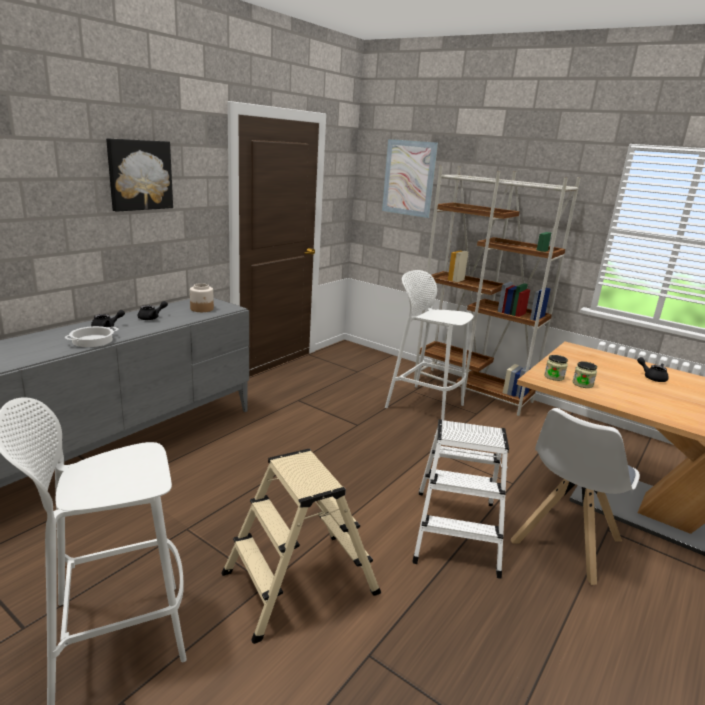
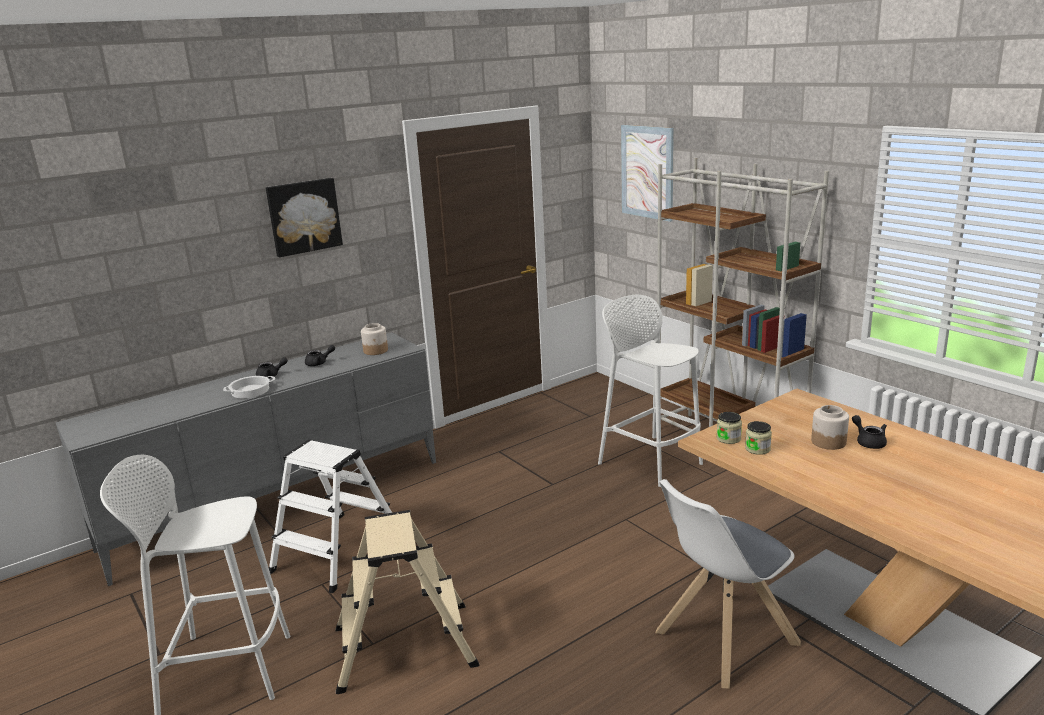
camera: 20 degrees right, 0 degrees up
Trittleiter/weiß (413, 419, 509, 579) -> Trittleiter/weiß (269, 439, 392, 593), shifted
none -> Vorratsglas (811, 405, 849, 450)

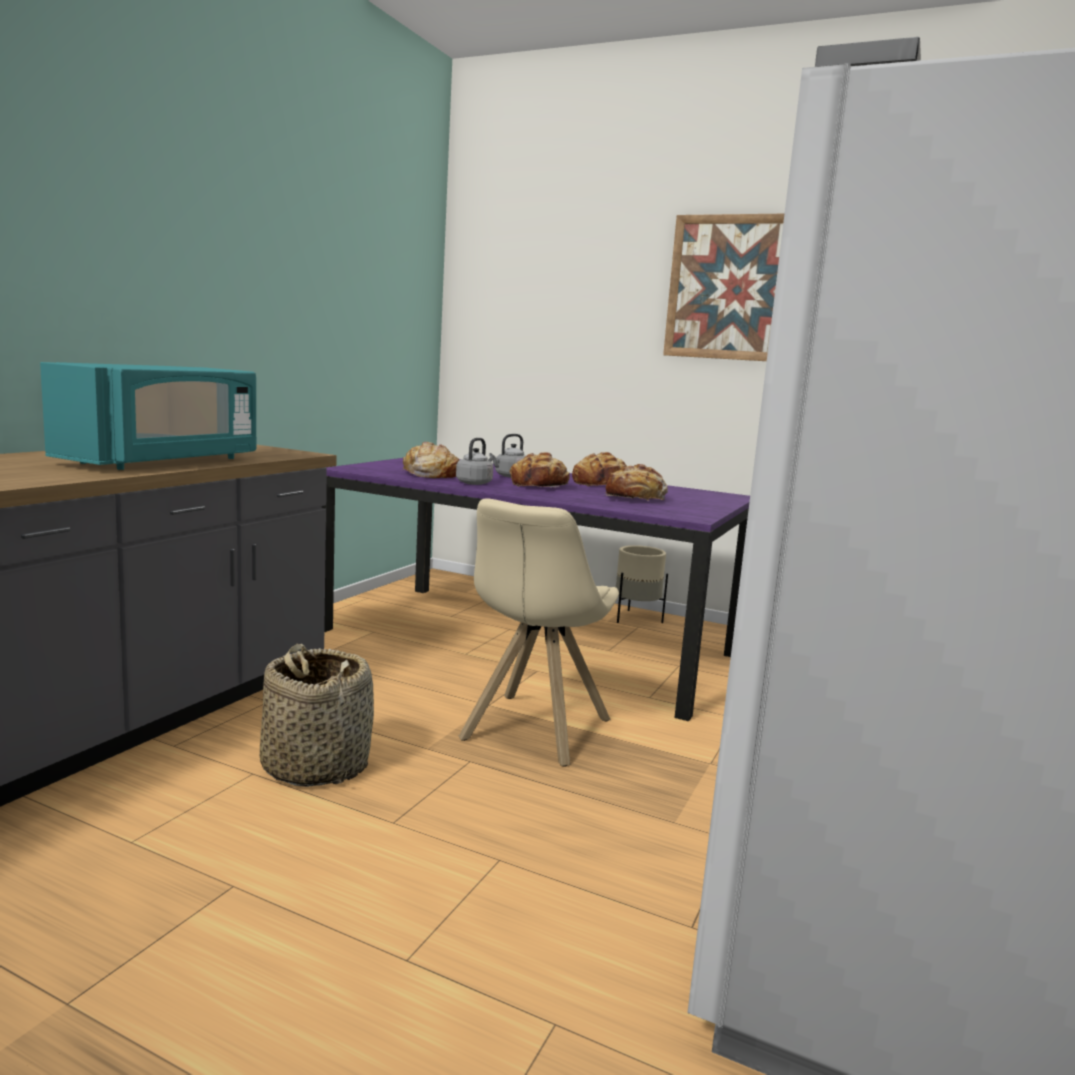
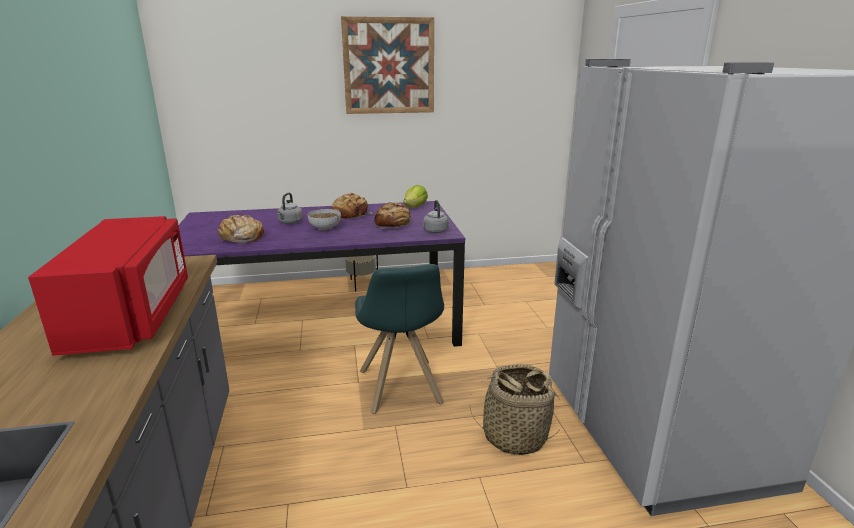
camera: 35 degrees left, 10 degrees up
Mikrowelle/türkis (40, 362, 256, 470) -> Mikrowelle/rot (28, 216, 188, 356)
Korb (260, 644, 374, 787) -> Korb (469, 364, 560, 455), shifted
Wasserkessel/grau (456, 438, 494, 485) -> Wasserkessel/grau (423, 200, 448, 233), shifted
Stuhl/beige (459, 498, 619, 767) -> Stuhl/türkis (355, 264, 444, 414)
Brot (509, 452, 570, 487) -> Schüssel (307, 209, 341, 230)
none -> Salatkopf (403, 185, 428, 208)

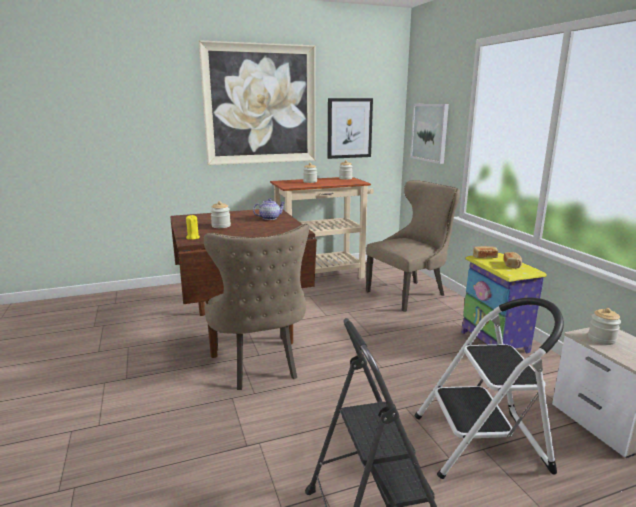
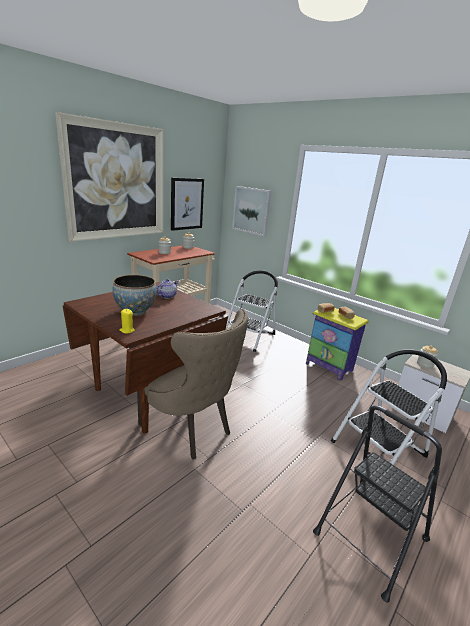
camera: 30 degrees left, 5 degrees up
Vorratsglas (210, 201, 231, 228) -> Schüssel (112, 275, 157, 316)
Stuhl/beige (366, 180, 460, 312) -> Trittleiter (226, 270, 278, 352)

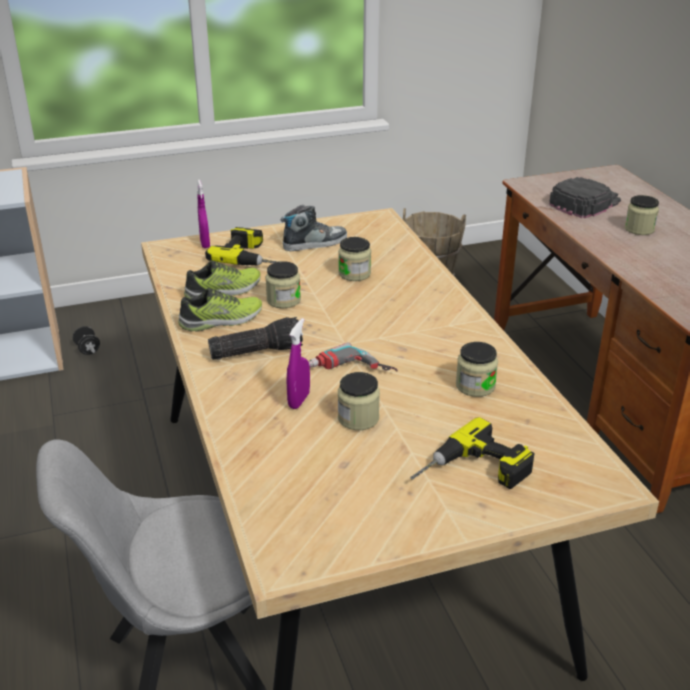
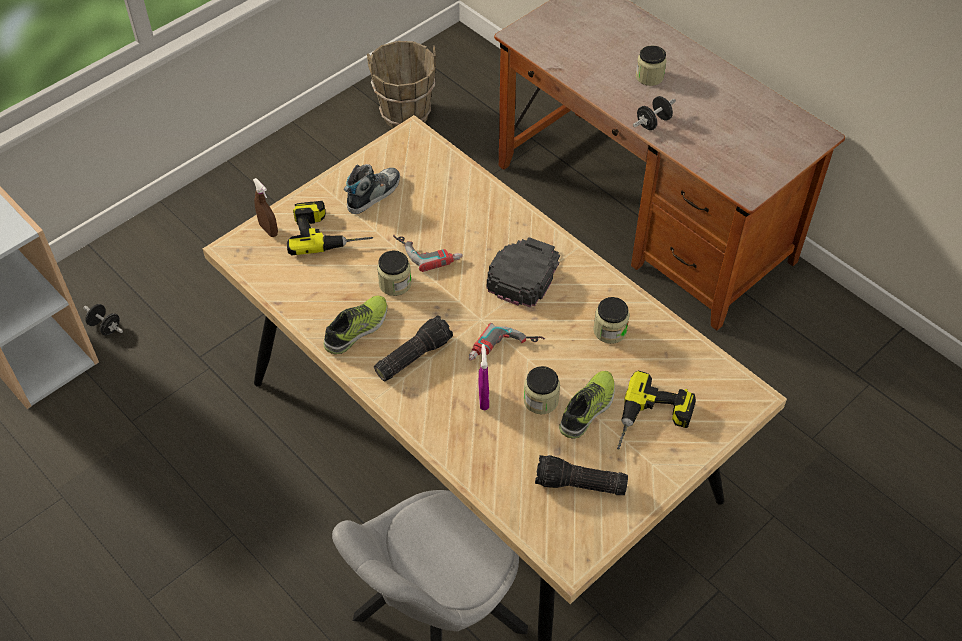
camera: 25 degrees left, 20 degrees up
Schuh (184, 261, 261, 298) -> Schuh (559, 371, 615, 439), shifted
Sprühflasche/lila (197, 180, 210, 248) -> Sprühflasche/braun (253, 178, 278, 237)
Vorratsglas (338, 237, 371, 281) -> none
Kappe/schwarz (549, 177, 621, 218) -> Kappe/schwarz (487, 237, 560, 308), shifted
none -> Bohrmaschine (393, 235, 463, 272)
none -> Taschenlampe (535, 455, 628, 495)
none -> Hantel/schwarz (633, 96, 676, 130)

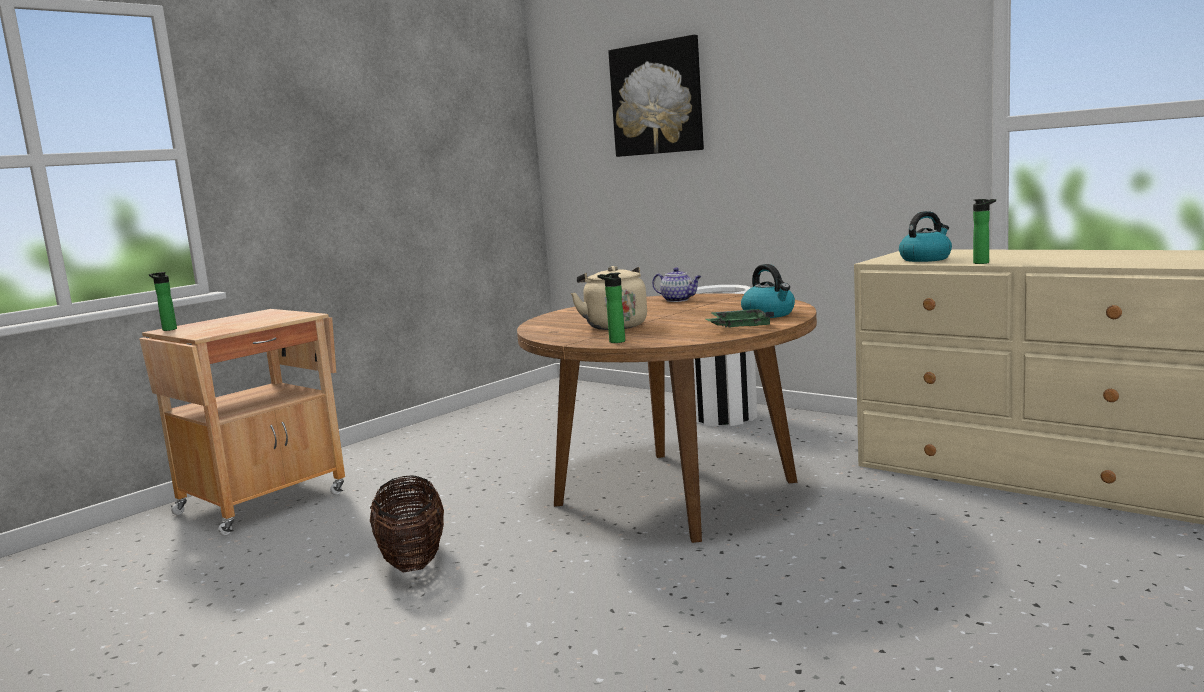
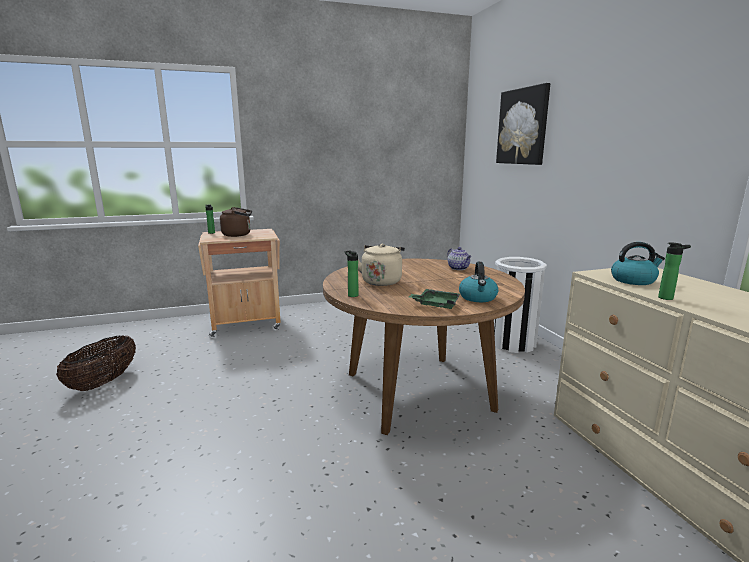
camera: 30 degrees right, 5 degrees up
Korb (370, 475, 444, 572) -> Korb (56, 336, 136, 391), shifted
none -> Wasserkessel/braun (220, 207, 252, 237)

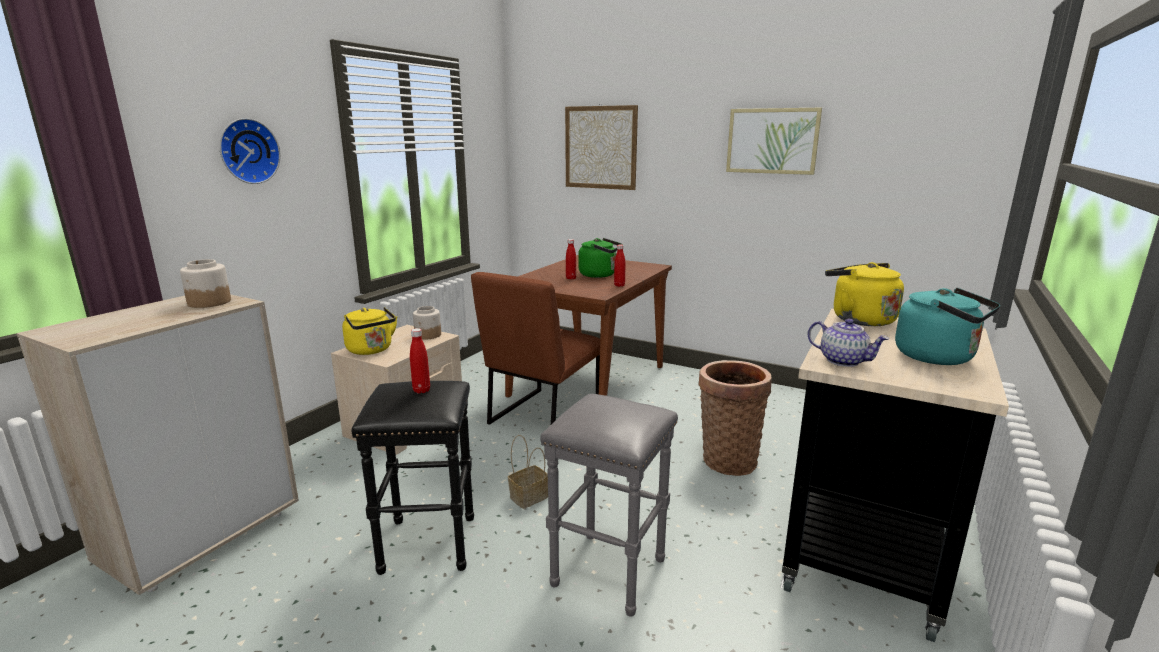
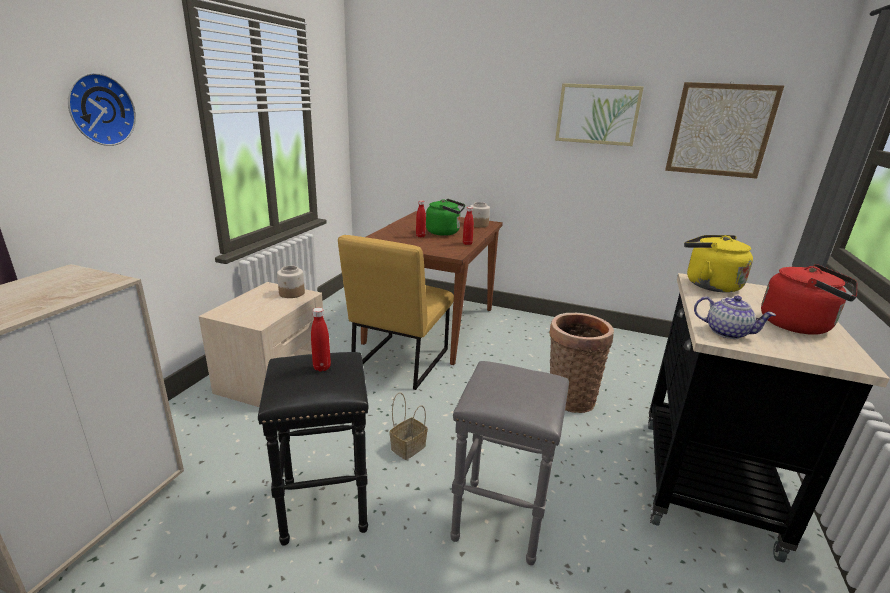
camera: 10 degrees left, 5 degrees up
Vorratsglas (180, 259, 231, 308) -> Vorratsglas (470, 202, 490, 227), shifted
Wasserkessel/gelb (342, 307, 397, 355) -> none
Stuhl/braun (471, 272, 600, 425) -> Stuhl/gelb (338, 235, 454, 390)
Bild (565, 105, 638, 190) -> Bild (665, 81, 784, 179), shifted
Wasserkessel/türkis (895, 288, 1000, 365) -> Wasserkessel/rot (761, 264, 857, 335)

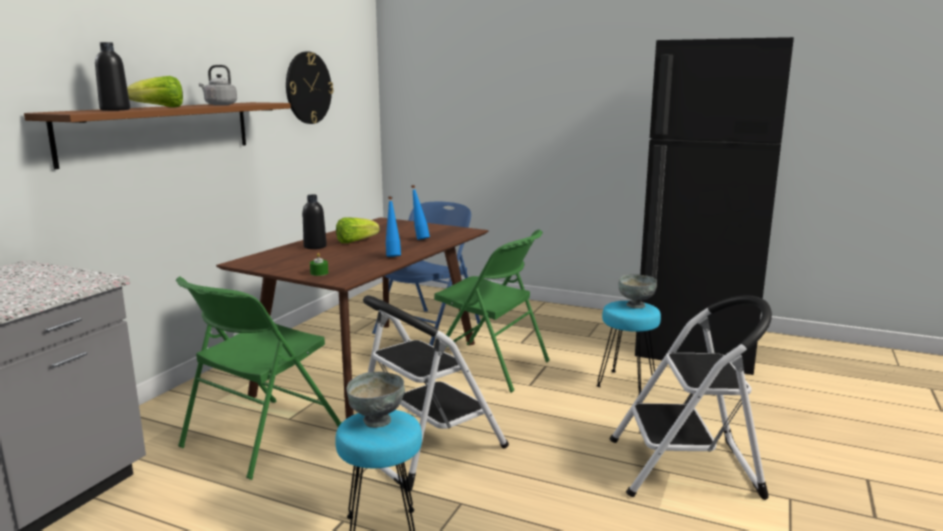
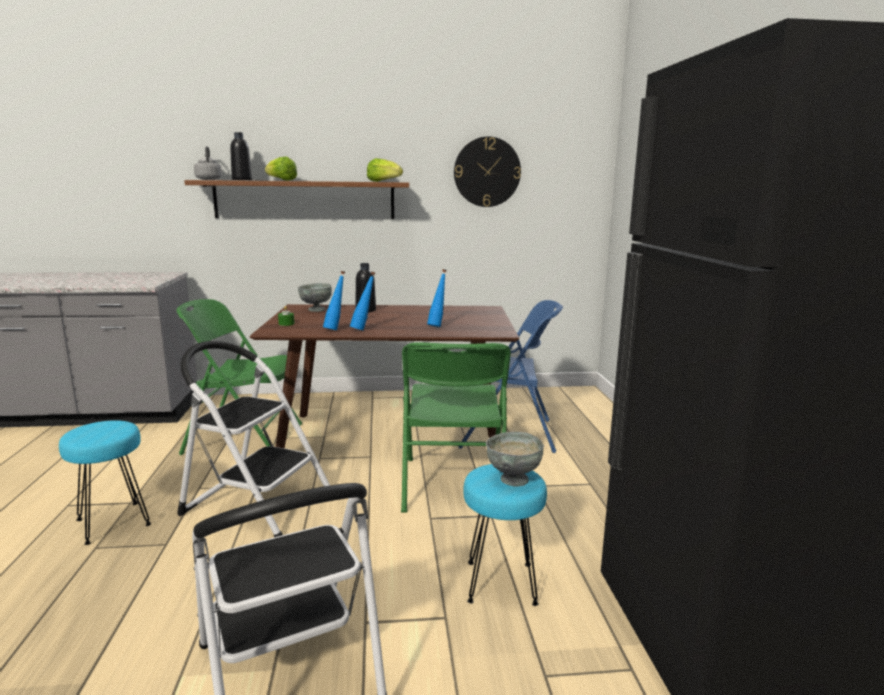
camera: 60 degrees right, 0 degrees up
Wasserkessel/grau (199, 65, 237, 105) -> Wasserkessel/grau (194, 146, 222, 180), shifted
Salatkopf (336, 217, 380, 243) -> Salatkopf (367, 158, 403, 182), shifted
Schüssel/grau (347, 372, 405, 428) -> Schüssel/grau (298, 283, 332, 312), shifted
none -> Flasche/blau (323, 271, 345, 330)

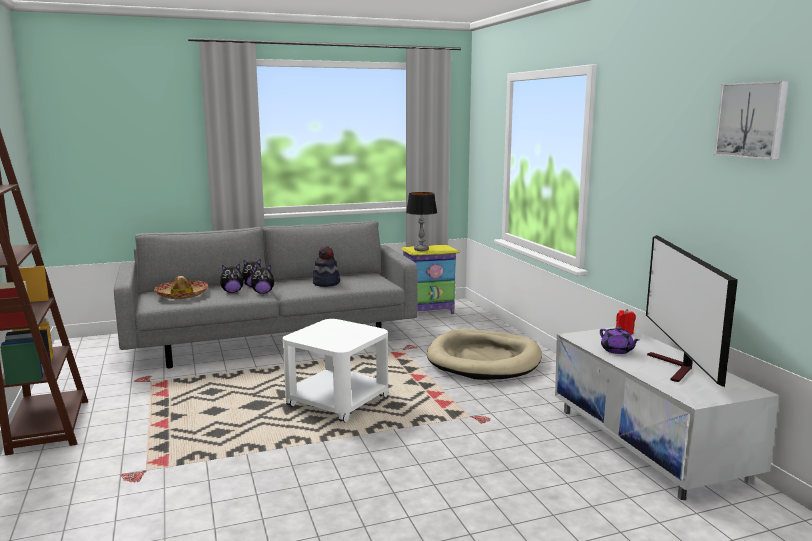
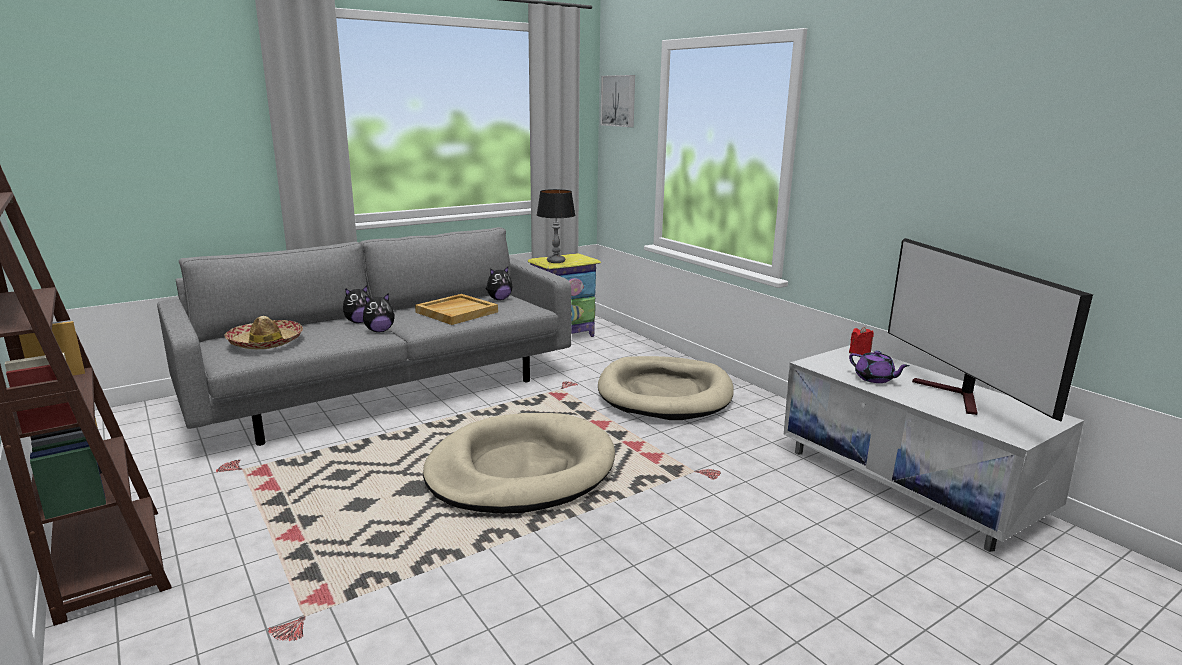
camera: 15 degrees left, 5 degrees up
Plüschtier (220, 264, 245, 293) -> Plüschtier (486, 267, 513, 300), shifted
Beistelltisch/weiß (283, 319, 389, 423) -> Hundebett/beige (423, 413, 615, 514)
Hut (313, 246, 340, 287) -> Tablett/beige (415, 294, 498, 325)
Bild (714, 81, 789, 160) -> Bild (601, 75, 635, 127), shifted

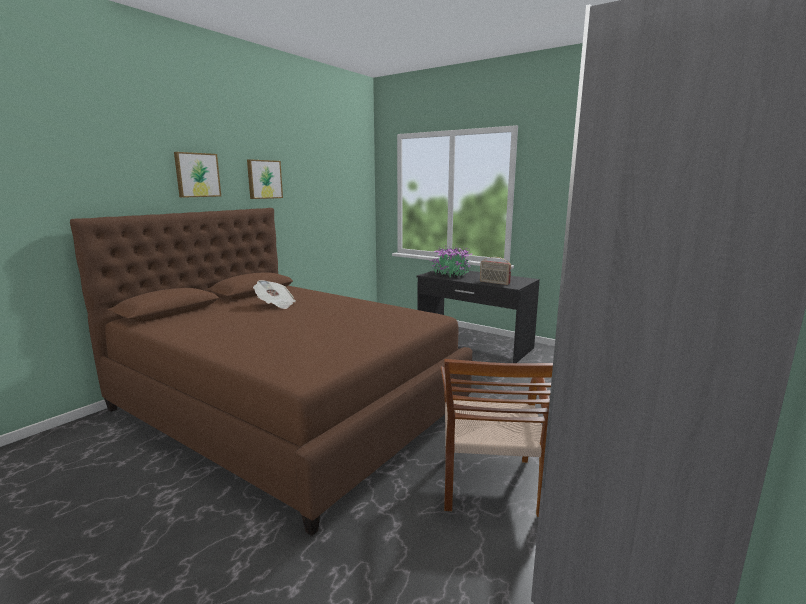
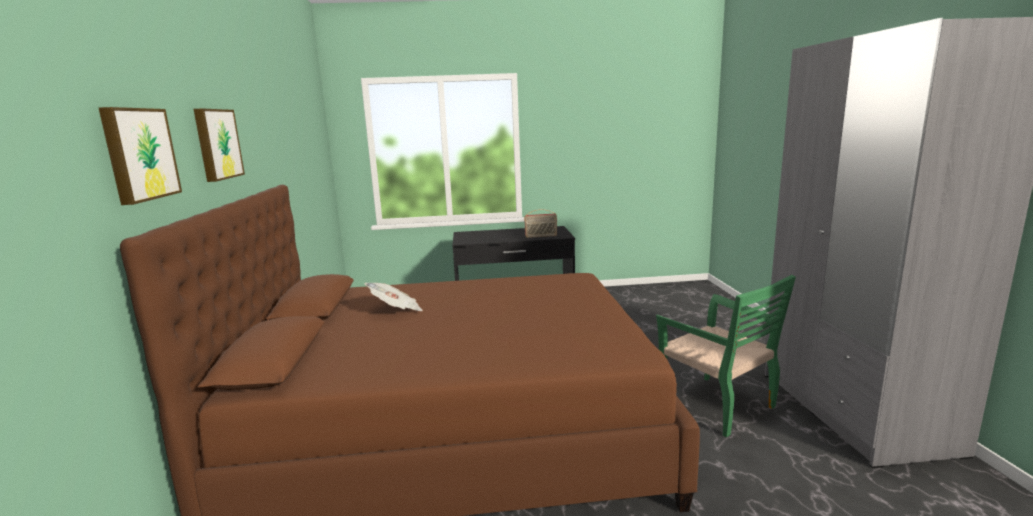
camera: 40 degrees left, 0 degrees up
Bild (247, 159, 283, 199) -> Bild (99, 107, 182, 205), shifted
Topfpflanze (430, 244, 472, 277) -> none
Sessel/braun (441, 359, 553, 517) -> Sessel/grün (656, 275, 796, 437)

